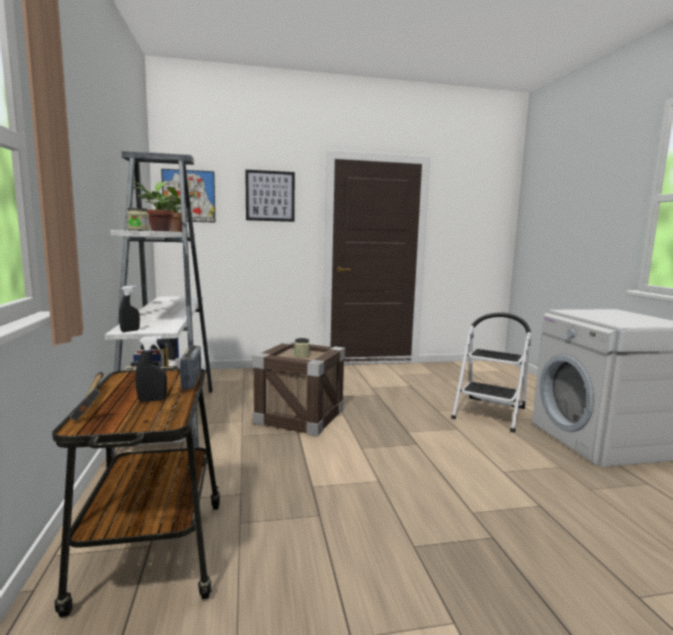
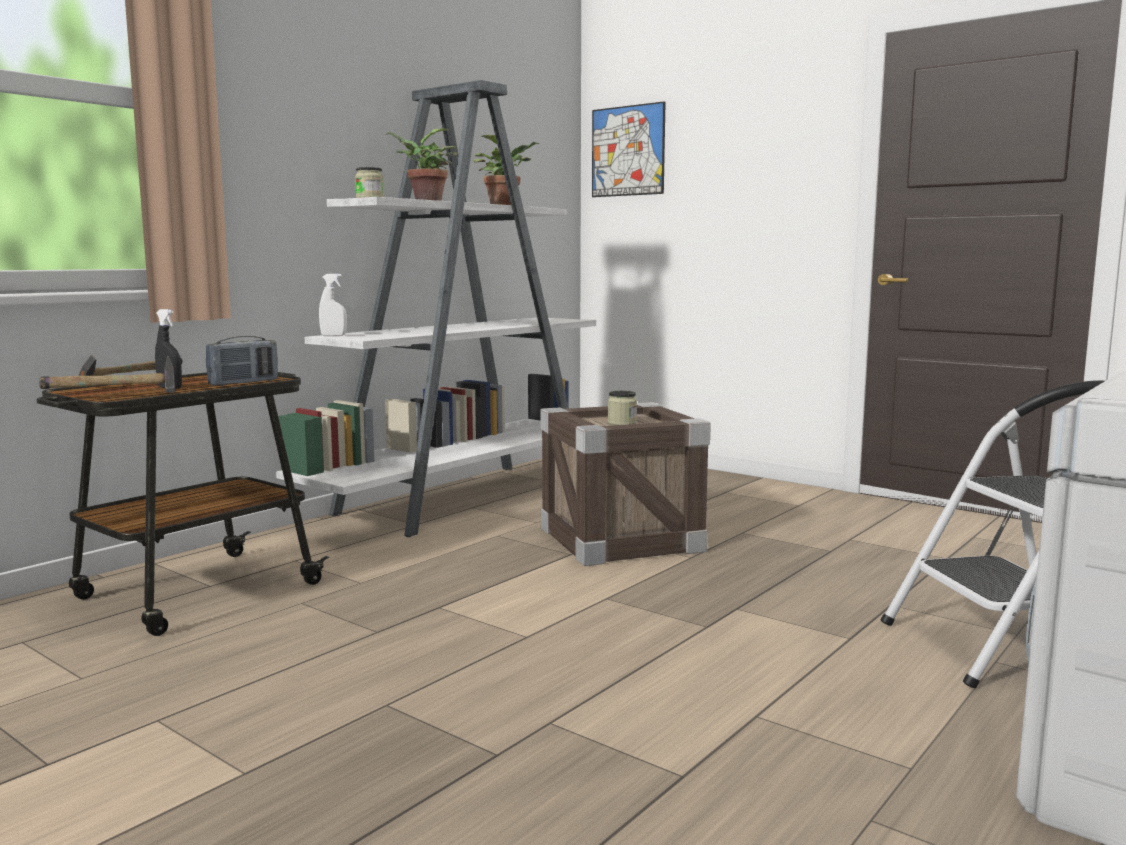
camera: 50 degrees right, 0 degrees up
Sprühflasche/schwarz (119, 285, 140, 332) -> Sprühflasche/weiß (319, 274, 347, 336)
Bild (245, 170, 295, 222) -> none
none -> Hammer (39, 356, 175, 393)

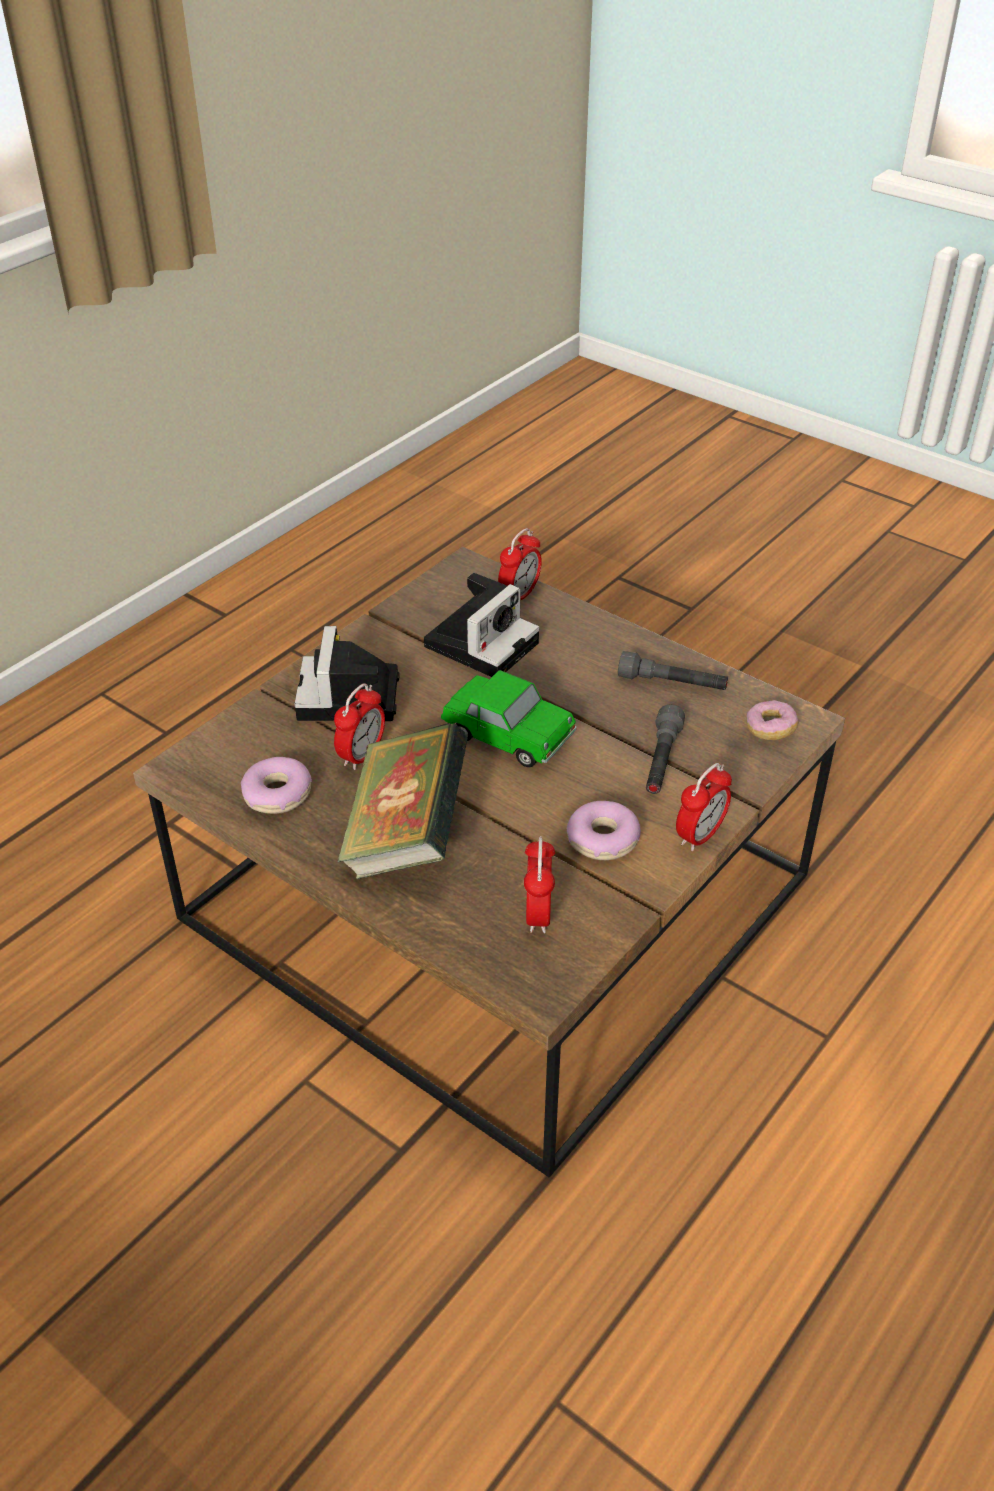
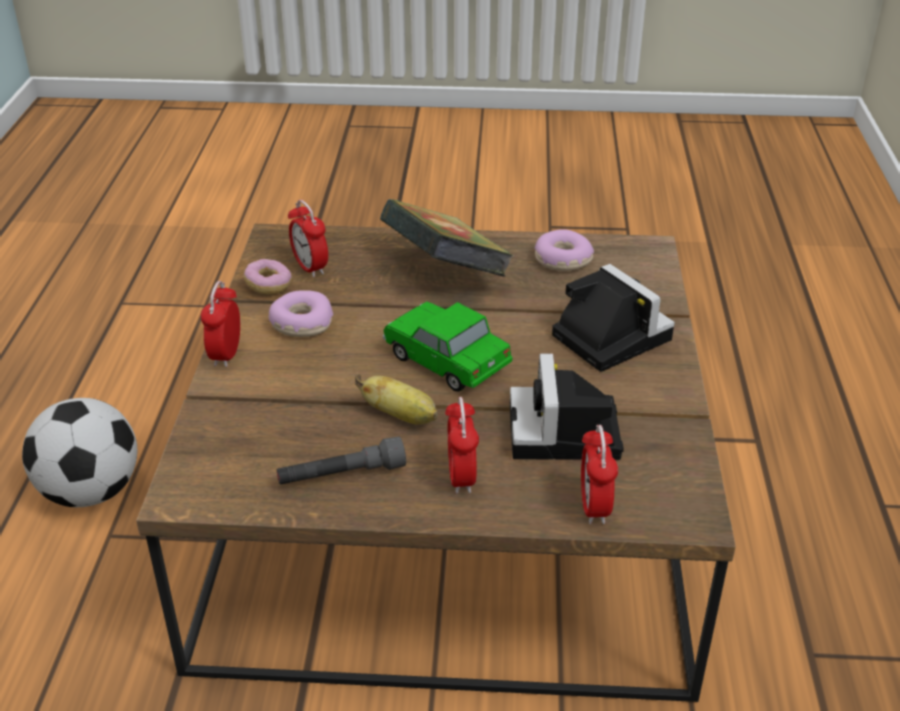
camera: 145 degrees right, 5 degrees down
Wecker (334, 683, 385, 770) -> Wecker (445, 397, 479, 494), shifted
Spielzeugauto (441, 670, 576, 767) -> Spielzeugauto (383, 301, 512, 392), 45 degrees clockwise
Taschenlampe/grau (646, 705, 685, 794) -> none
Donut (746, 700, 798, 740) -> Donut (244, 259, 292, 295), shifted
none -> Fußball (22, 398, 137, 507)
none -> Banane (355, 374, 438, 425)

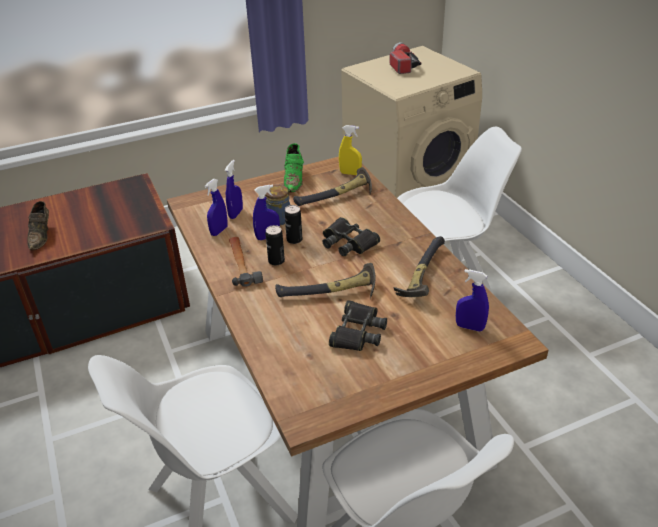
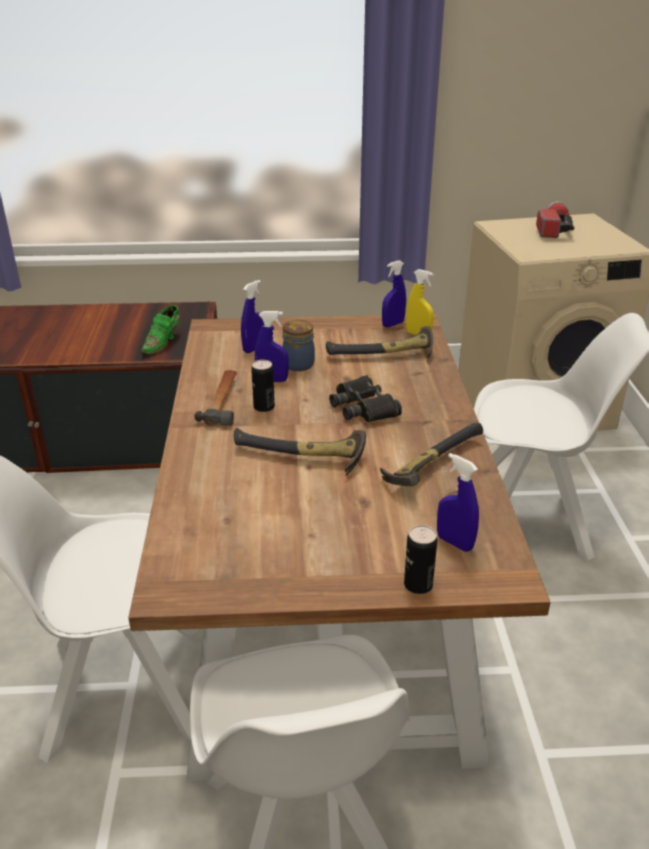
camera: 20 degrees right, 5 degrees down
Schuh/braun (27, 201, 49, 251) -> none
Sprühflasche/blau (205, 179, 228, 236) -> Sprühflasche/blau (382, 260, 406, 328), shifted
Schuh/grün (283, 143, 304, 192) -> Schuh/grün (141, 305, 180, 354), shifted
Dose (284, 205, 303, 244) -> Dose (404, 525, 437, 594), shifted
Fernglas/schwarz (329, 300, 387, 351) -> none

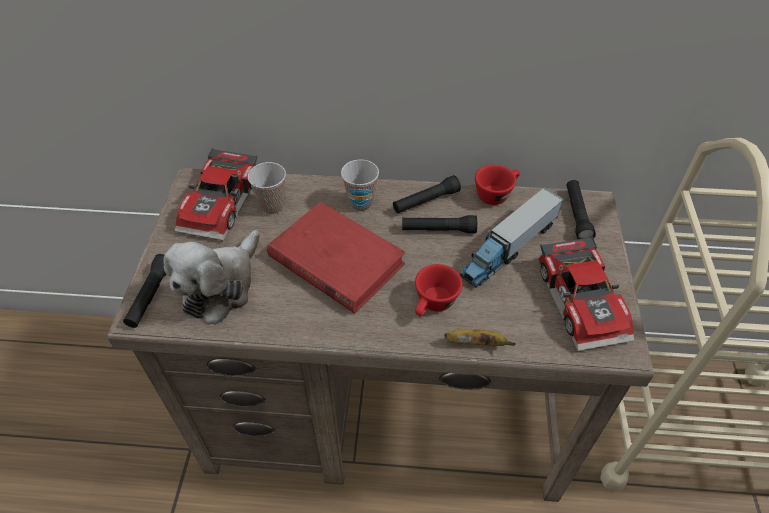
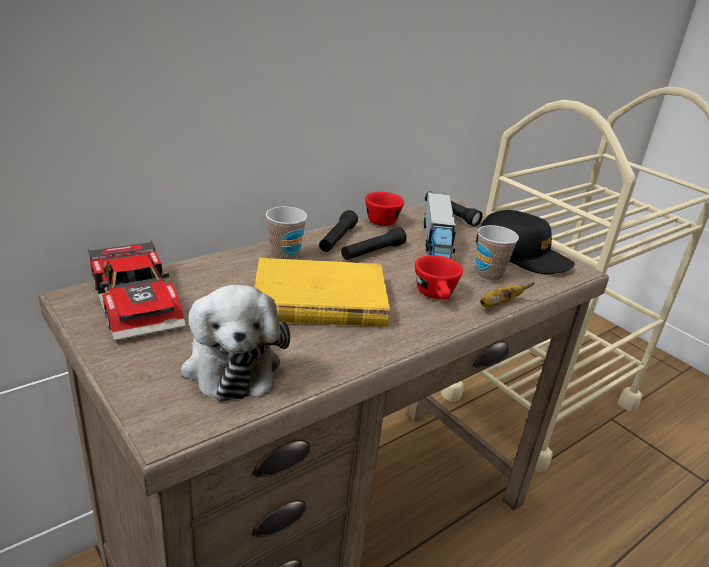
camera: 45 degrees left, 20 degrees down
Taschenlampe/schwarz (123, 254, 166, 328) -> none
Tasse (248, 162, 286, 214) -> Tasse (475, 225, 519, 282), shifted
Buch/rot (267, 202, 406, 313) -> Buch/gelb (255, 258, 390, 327)
Spielzeugauto (539, 236, 634, 351) -> Kappe/schwarz (476, 210, 575, 274)

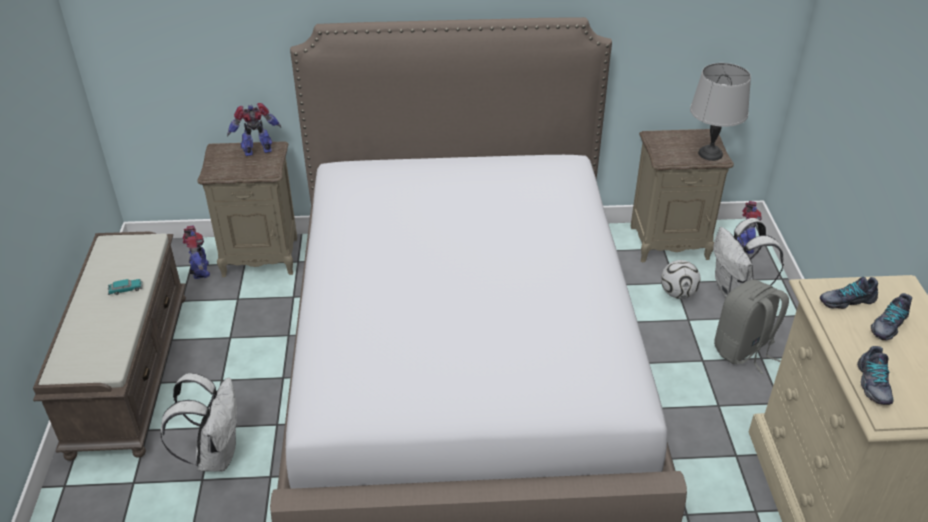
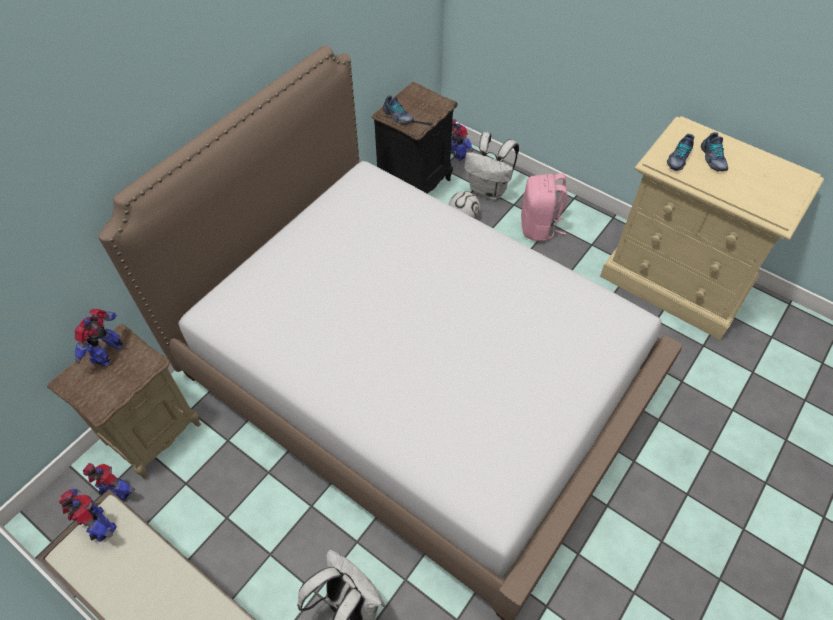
camera: 50 degrees left, 15 degrees up
Spielzeugauto (108, 279, 143, 295) -> none
Nachttisch/beige (631, 129, 734, 262) -> Nachttisch/schwarz (371, 82, 458, 194)
Tischlampe/grau (690, 63, 751, 161) -> none
Rucksack/grau (714, 280, 789, 374) -> Rucksack/rosa (521, 173, 567, 241)
Schuh (857, 346, 894, 405) -> Schuh (383, 95, 414, 125), shifted
none -> Spielzeugroboter (58, 489, 116, 542)

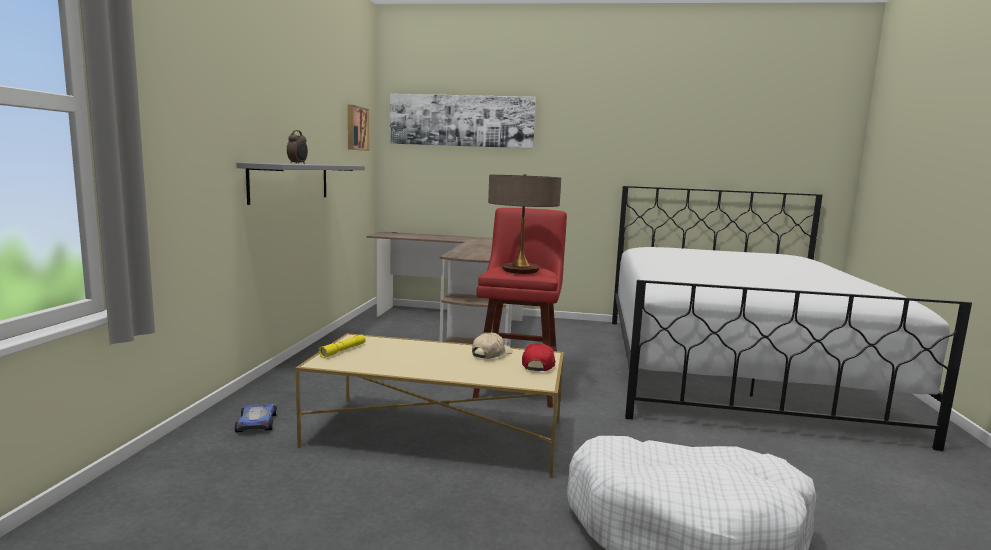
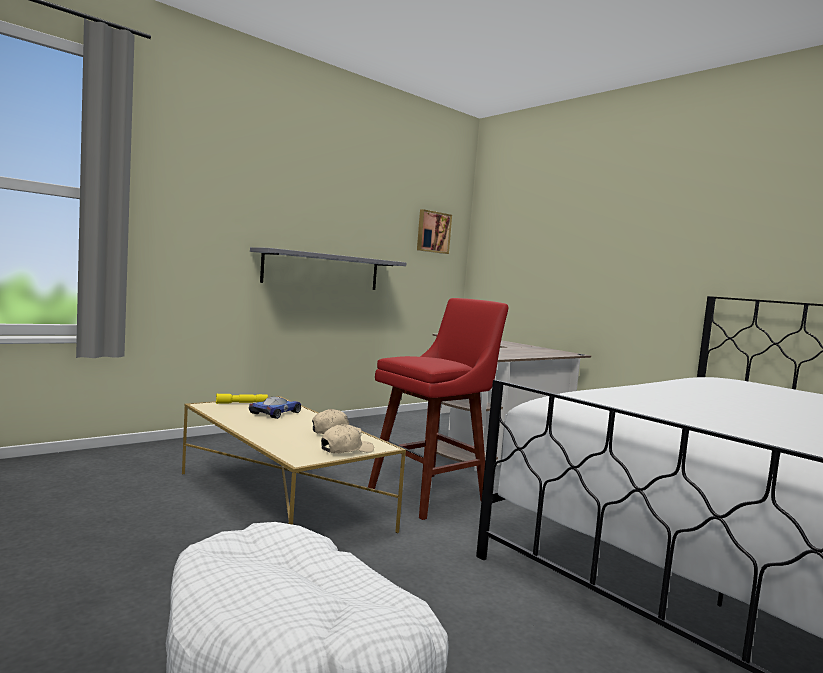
camera: 40 degrees right, 5 degrees down
Spielzeugauto (235, 404, 277, 433) -> Spielzeugauto (249, 396, 301, 419), shifted
Wecker (287, 130, 308, 164) -> none
Bild (390, 94, 536, 149) -> none
Tischlampe (488, 174, 561, 274) -> none
Kappe/rot (522, 343, 556, 371) -> Kappe/beige (321, 424, 374, 453)

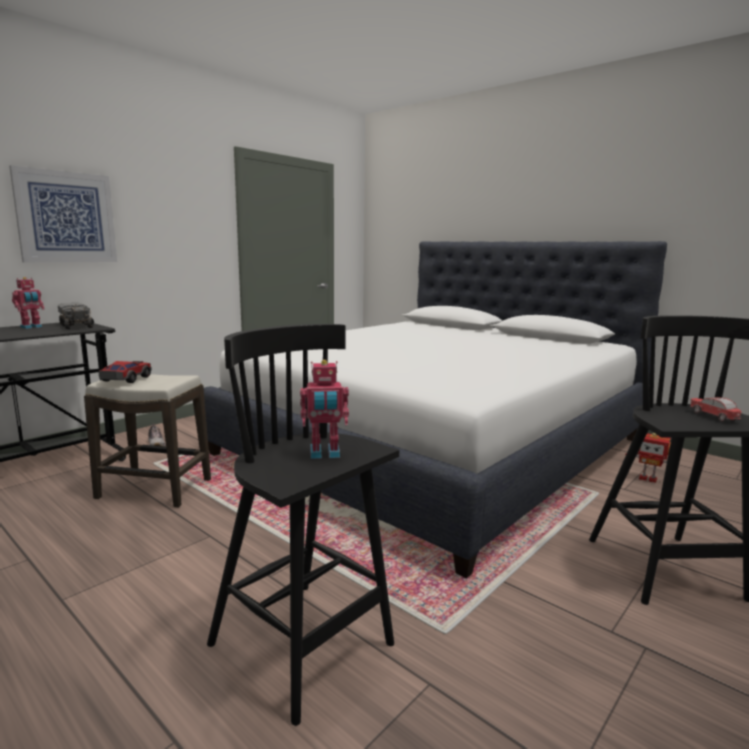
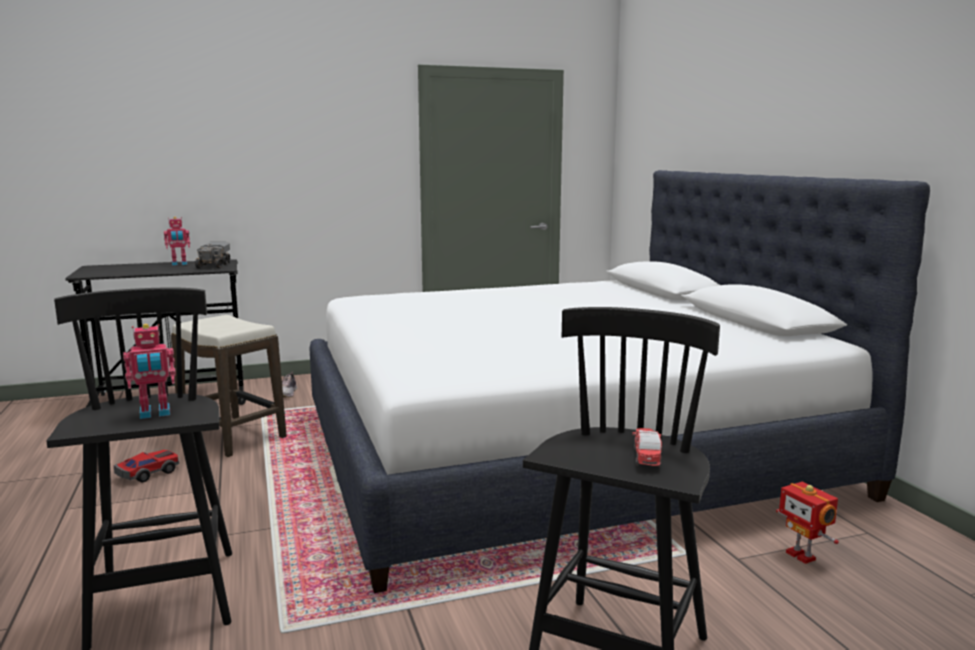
camera: 30 degrees right, 0 degrees up
Bild (9, 165, 117, 262) -> none
Spielzeugauto (98, 361, 152, 383) -> Spielzeugauto (114, 450, 179, 482), shifted
Spielzeugroboter (300, 360, 349, 459) -> Spielzeugroboter (123, 324, 176, 419), 45 degrees counterclockwise

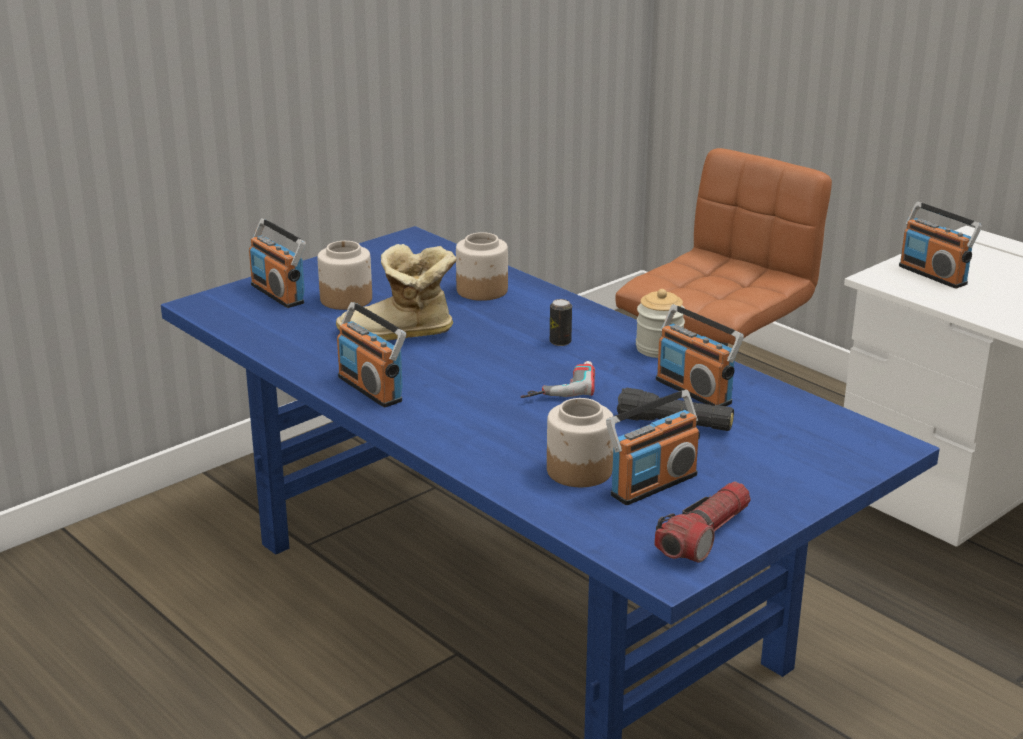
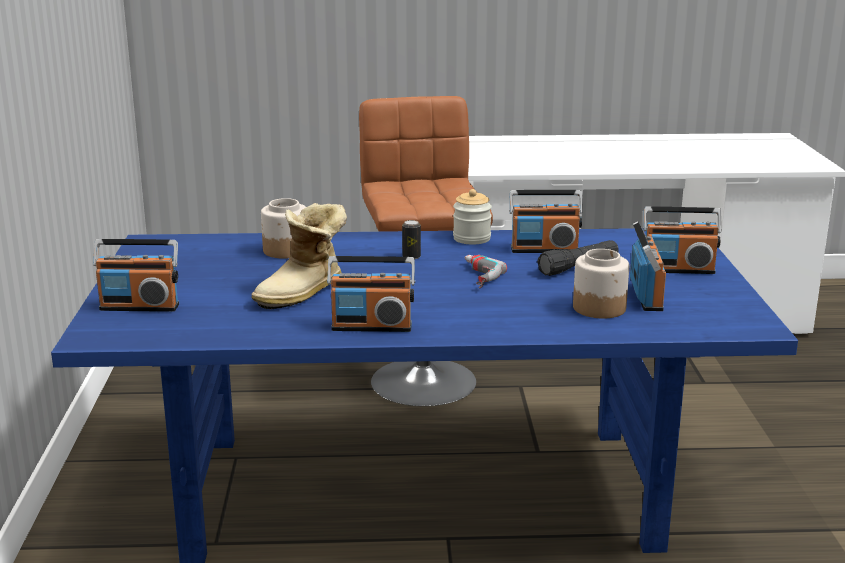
camera: 50 degrees left, 5 degrees down
Vorratsglas (317, 241, 372, 310) -> none
Taschenlampe (654, 482, 751, 563) -> none
Radio (899, 202, 982, 288) -> Radio (643, 207, 722, 274), shifted

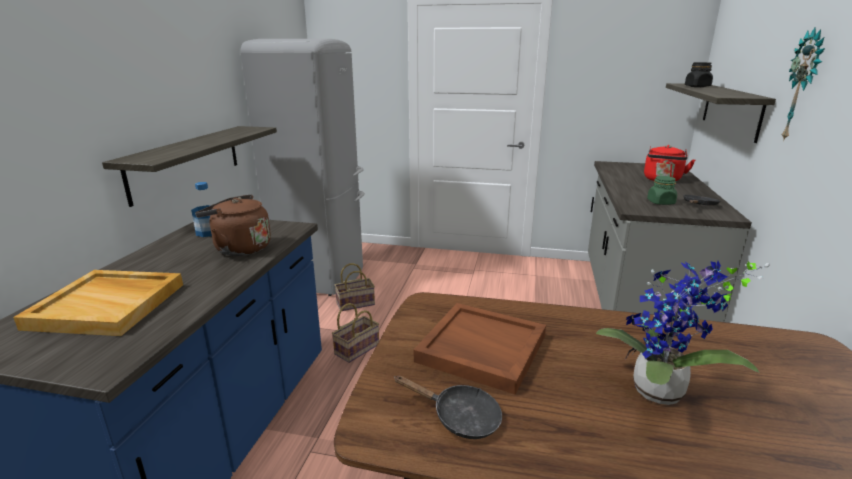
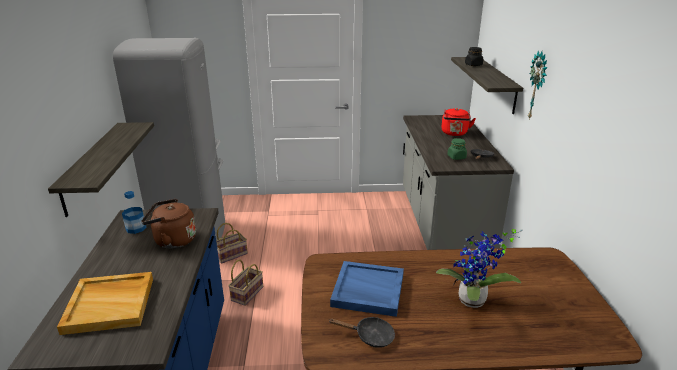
camera: 15 degrees left, 5 degrees up
Tablett/braun (414, 303, 546, 395) -> Tablett/blau (330, 261, 404, 317)

